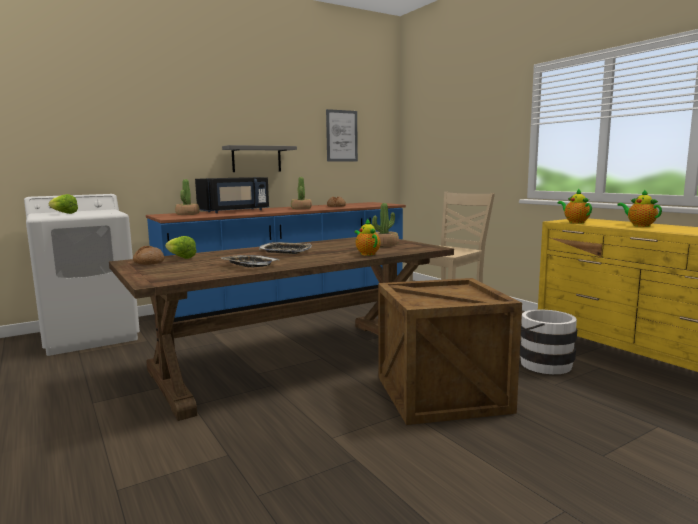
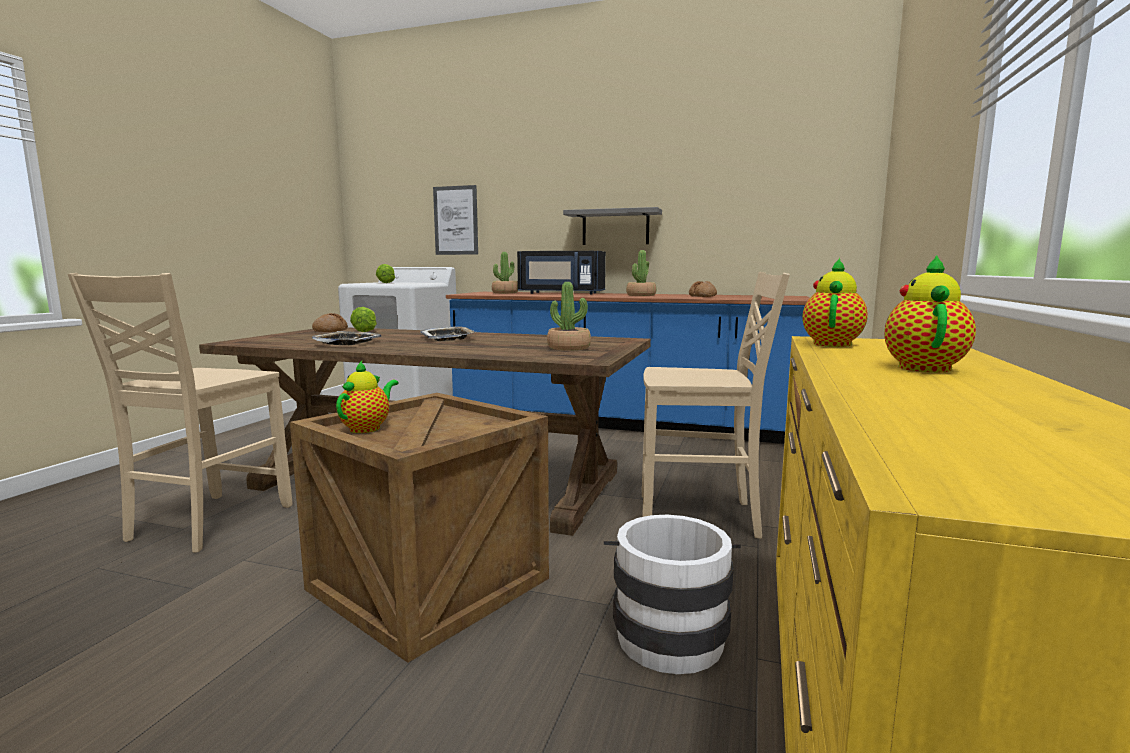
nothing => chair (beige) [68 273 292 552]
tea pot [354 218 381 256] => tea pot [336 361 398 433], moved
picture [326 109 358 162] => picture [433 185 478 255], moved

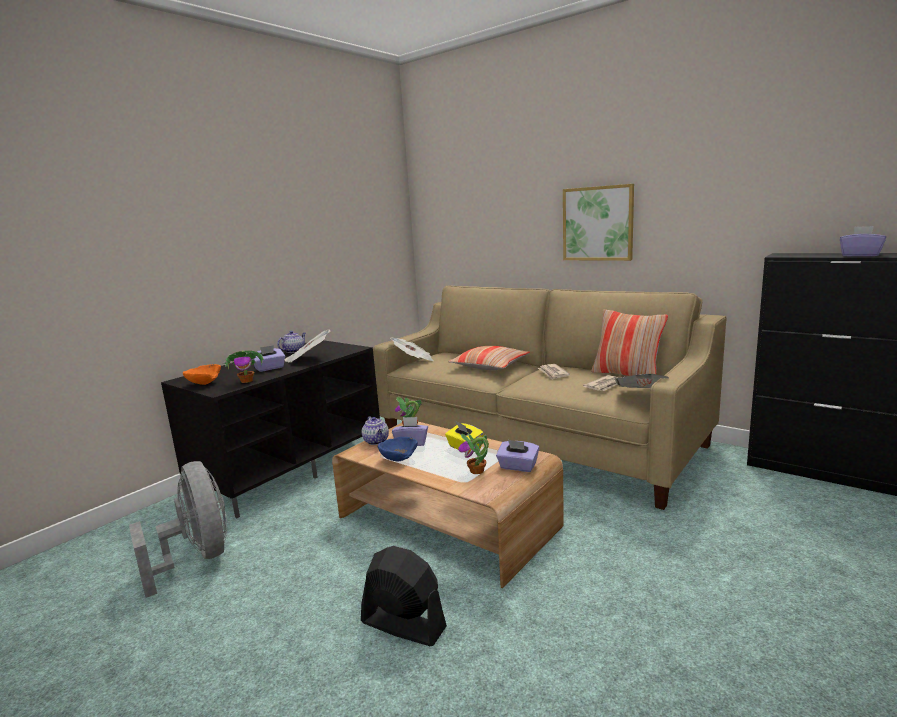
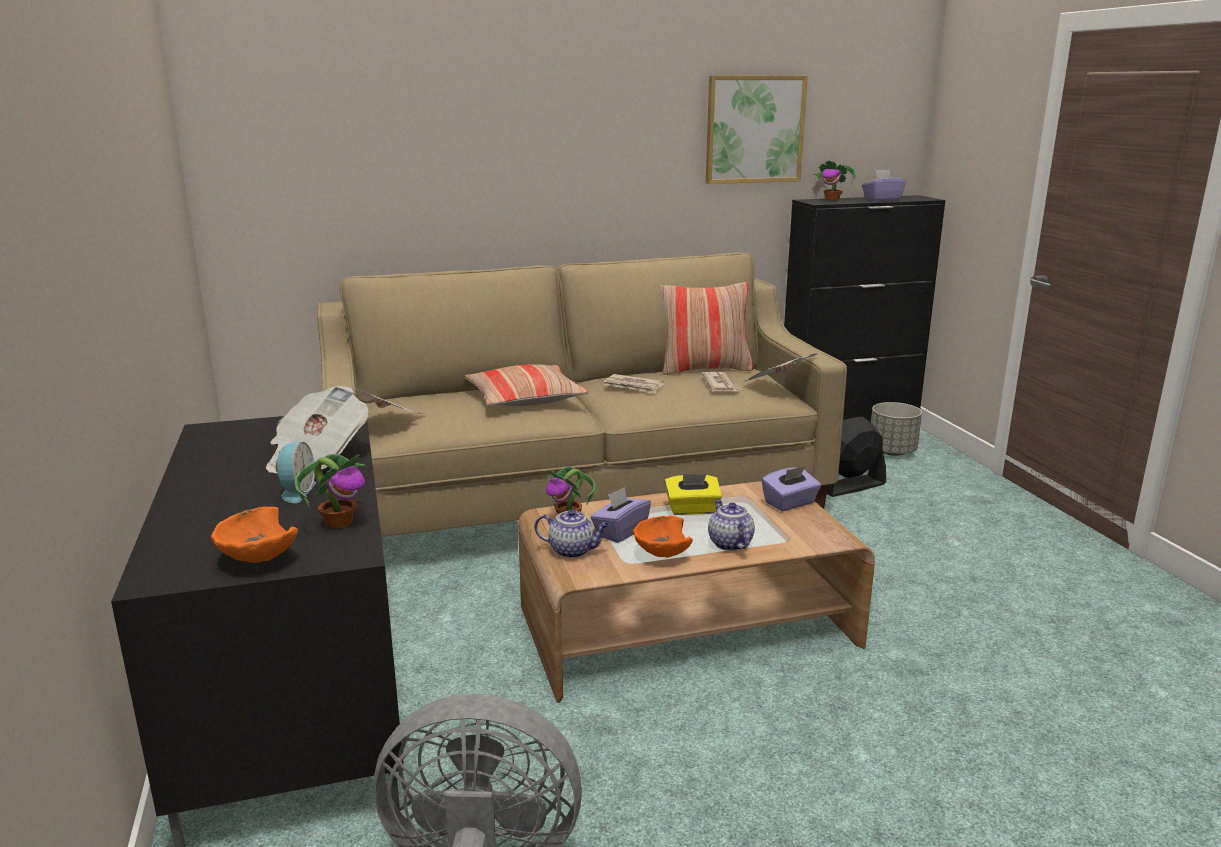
box of tissues (purple-coloured) [253 345 285 372] => bedside clock [276 441 316 503]
deep dish (blue) [378 437 418 462] => deep dish (orange) [633 516 693 558]
picture [563 184 634 261] => picture [706 75 808 184], moved
tea pot [277 331 306 353] => tea pot [708 499 755 551], moved
plant in a pot [458 433 489 474] => plant in a pot [813 161 857 201], moved
fan (blackish) [361 546 447 646] => fan (blackish) [827 417 886 497], moved
nothing => plant pot (gray) [871 402 922 456]

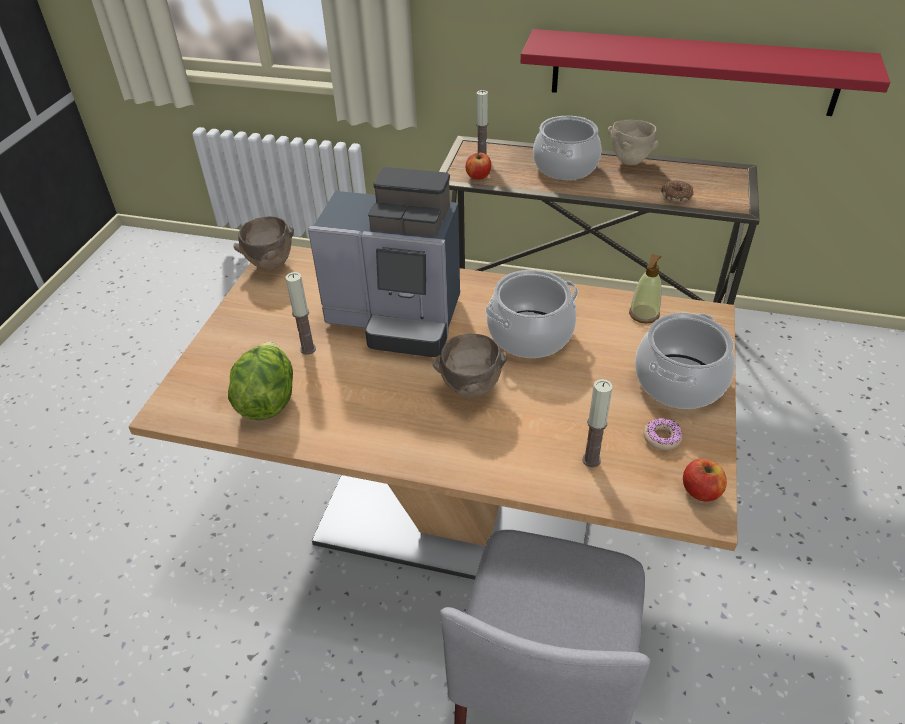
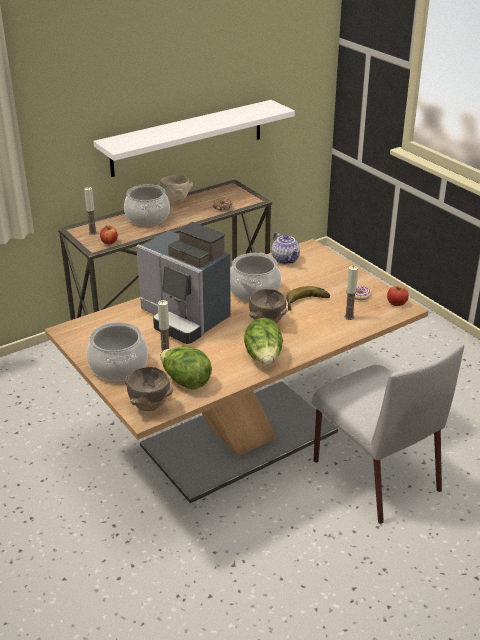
saucepot [635 313 735 409] => saucepot [87 322 148 381], moved
bracket shelf (red) [521 29 890 116] => bracket shelf (white) [93 100 295 177]
deep dish (brown) [233 217 294 271] => deep dish (brown) [125 366 173 411], moved
coffee brewer [308 167 460 357] => coffee brewer [136 222 231 344], 75 degrees clockwise
nothing => lettuce head [244 318 283 364]
liquid soap bottle [629 254 662 323] => tea pot [271 232 300 264]
nothing => banana [286 286 330 311]

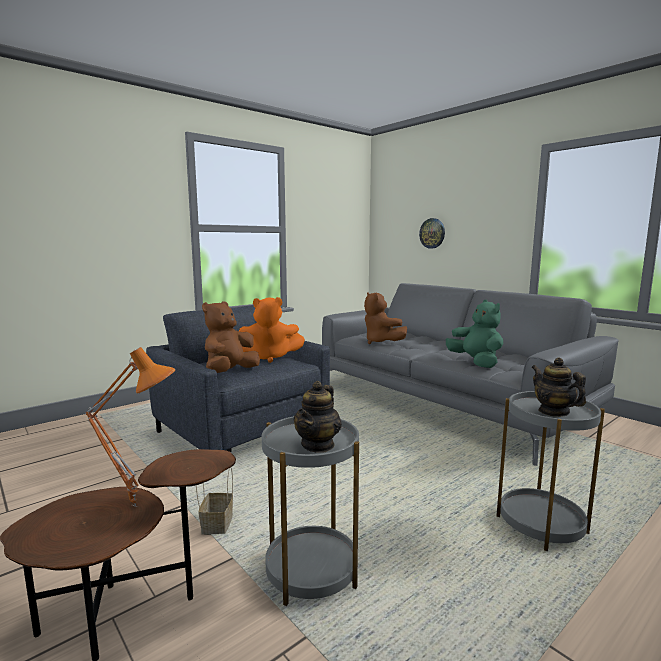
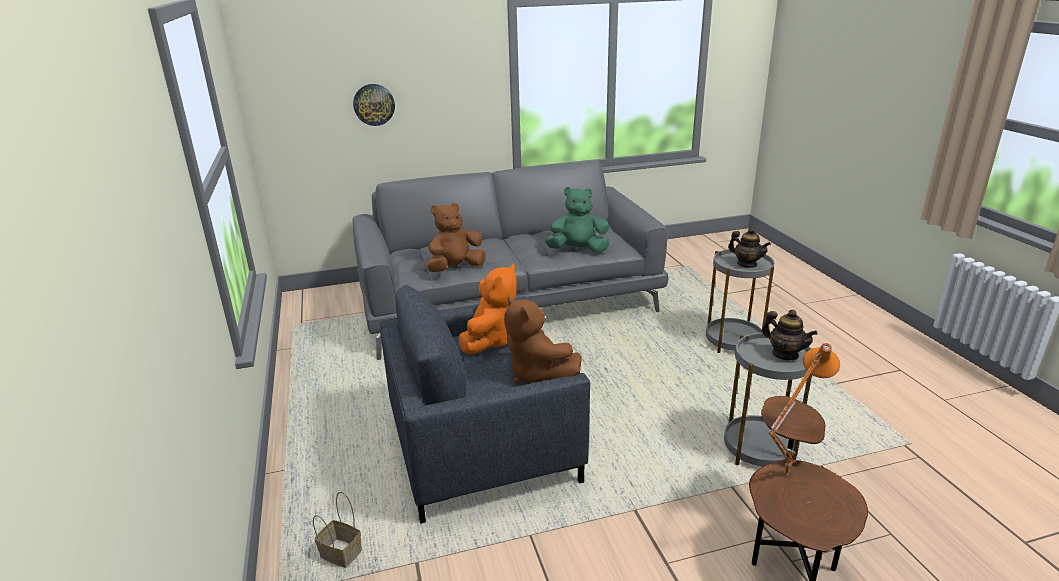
storage basket [196 468 233 535] => storage basket [313 492 362 568], moved
cuddly toy (brown) [364 292 407 344] => cuddly toy (brown) [427 203 486 272], 150 degrees clockwise
tea pot [531 357 586 417] => tea pot [728 228 771 268], 135 degrees counterclockwise

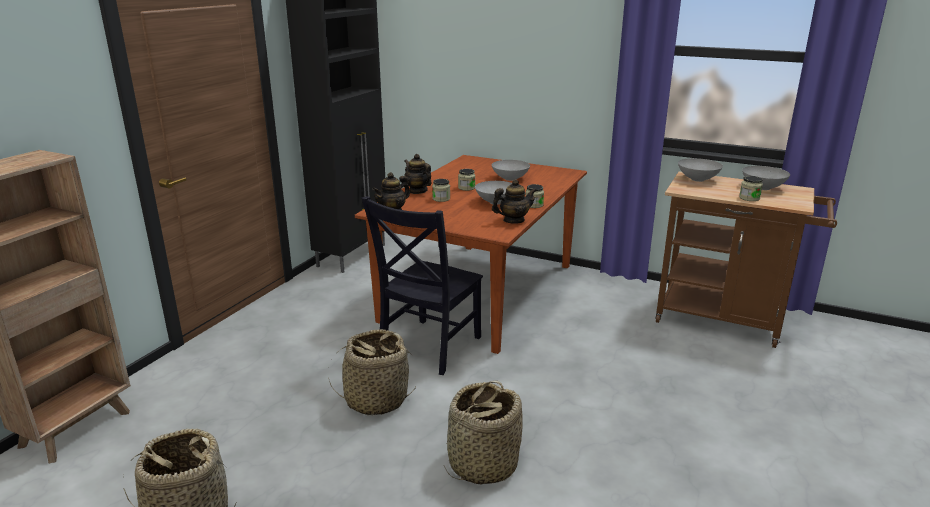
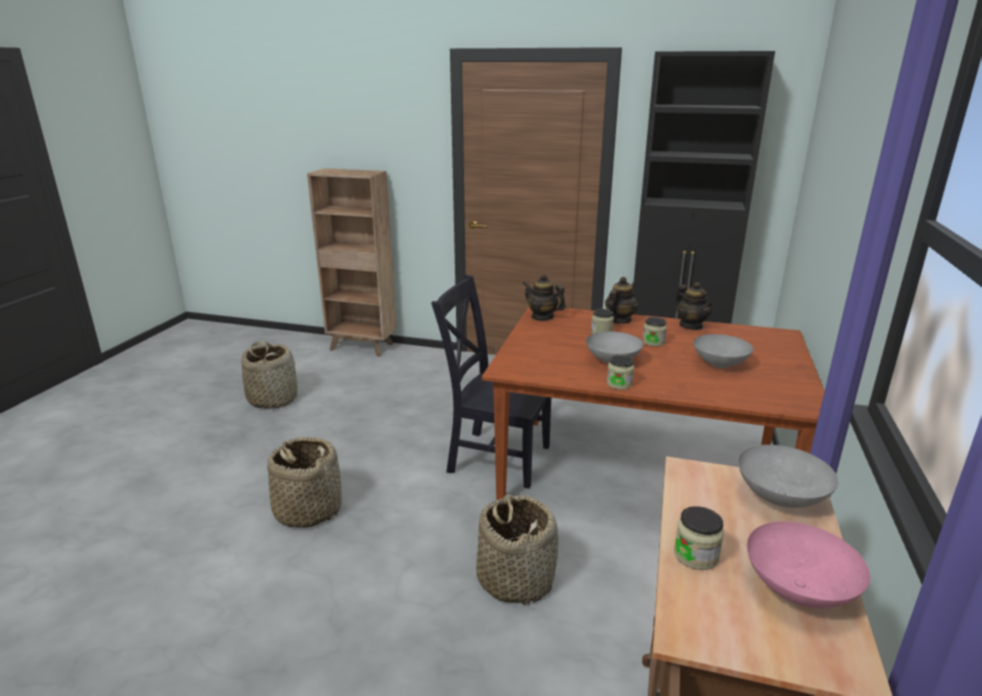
storage basket [328 329 417 416] => storage basket [476 495 558 605], moved
tea pot [492 179 537 224] => tea pot [674 282 715 330], moved
deep dish (gray) [742 166 790 190] => deep dish (pinkish) [747 521 870 608]

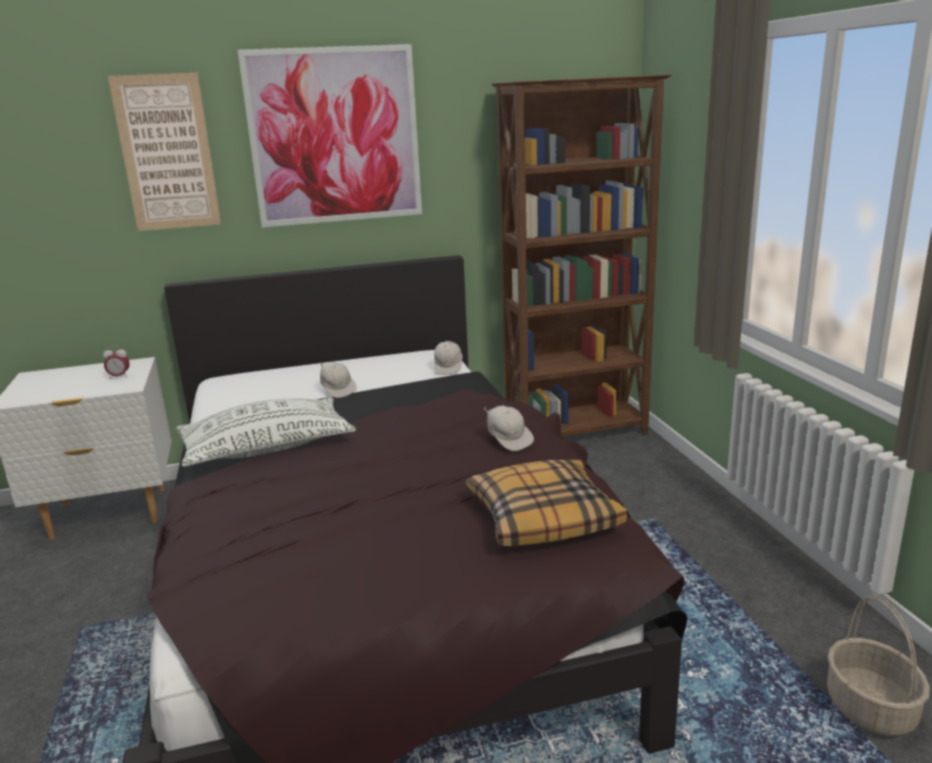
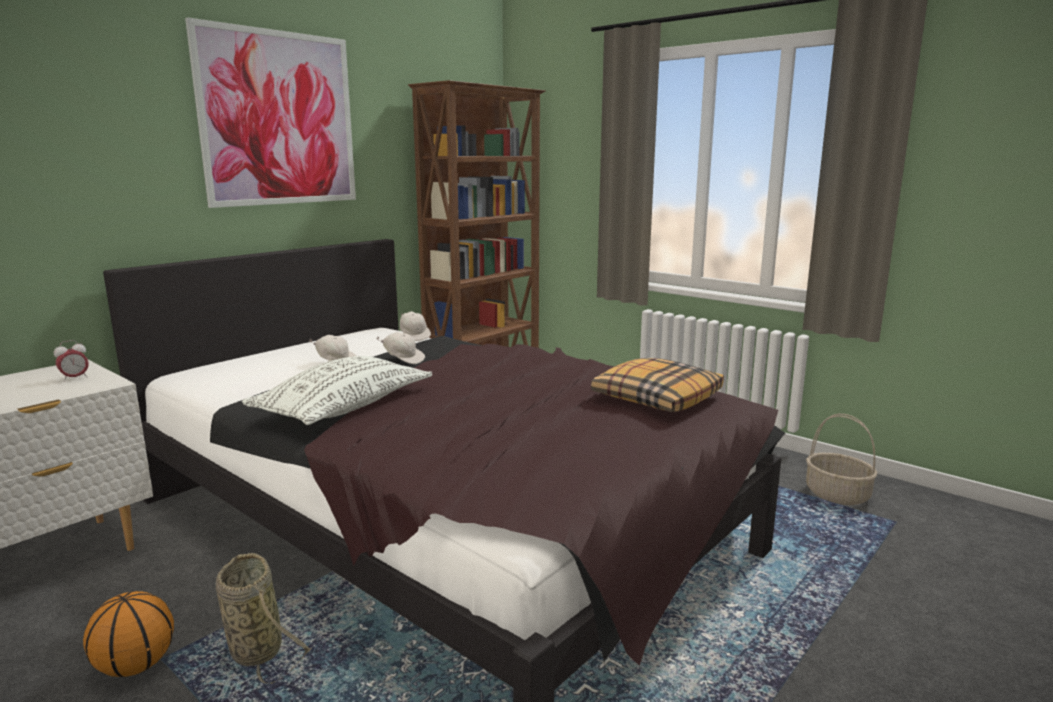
nothing => basketball [83 591 174 677]
nothing => storage basket [216 553 311 684]
baseball cap (white) [483 405 534 451] => baseball cap (white) [377 332 425 364], moved
picture [108 73 221 231] => nothing

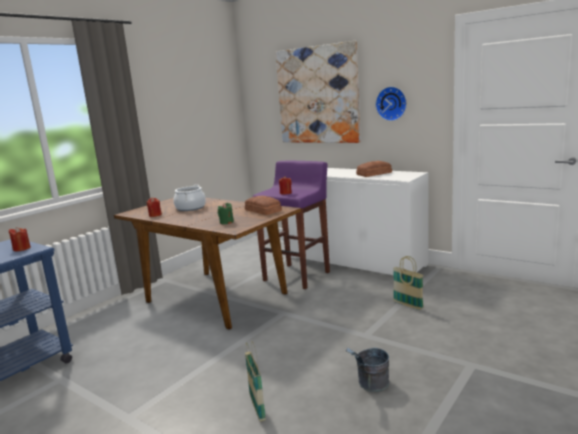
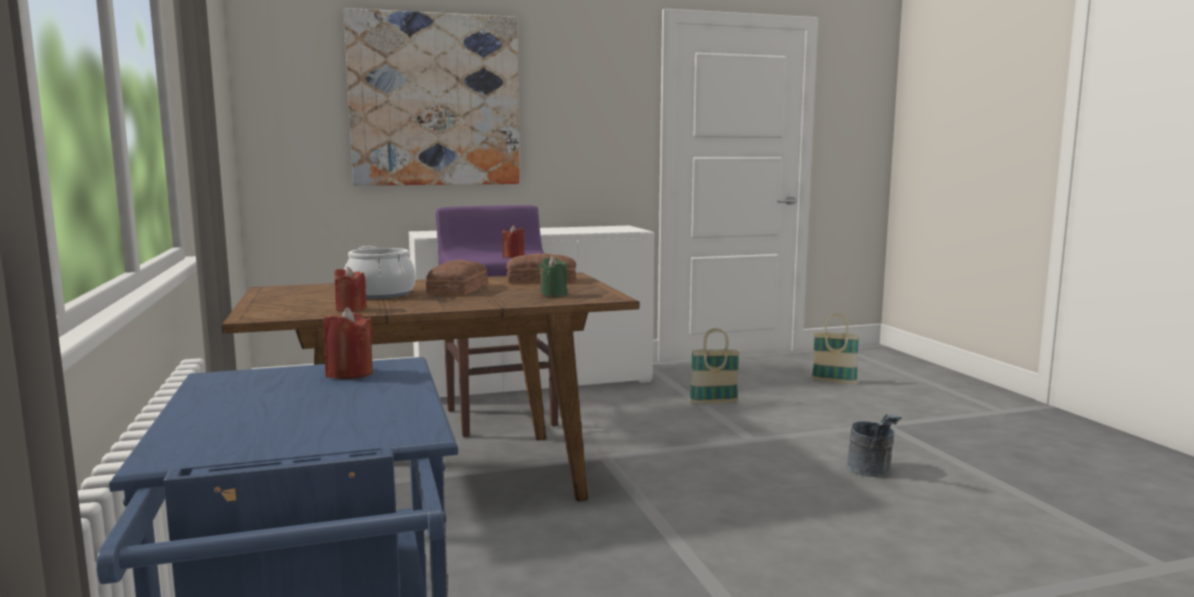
baked bread [356 161 392 177] => baked bread [426 260 488 295], moved
storage basket [245 341 266 422] => storage basket [811 313 860 384], moved
wall clock [375 86 407 121] => nothing

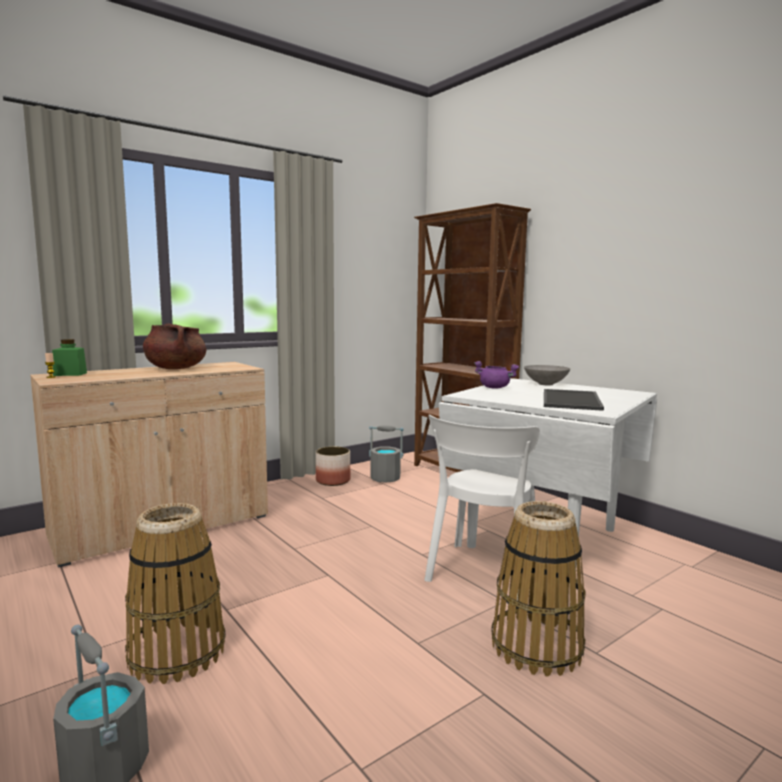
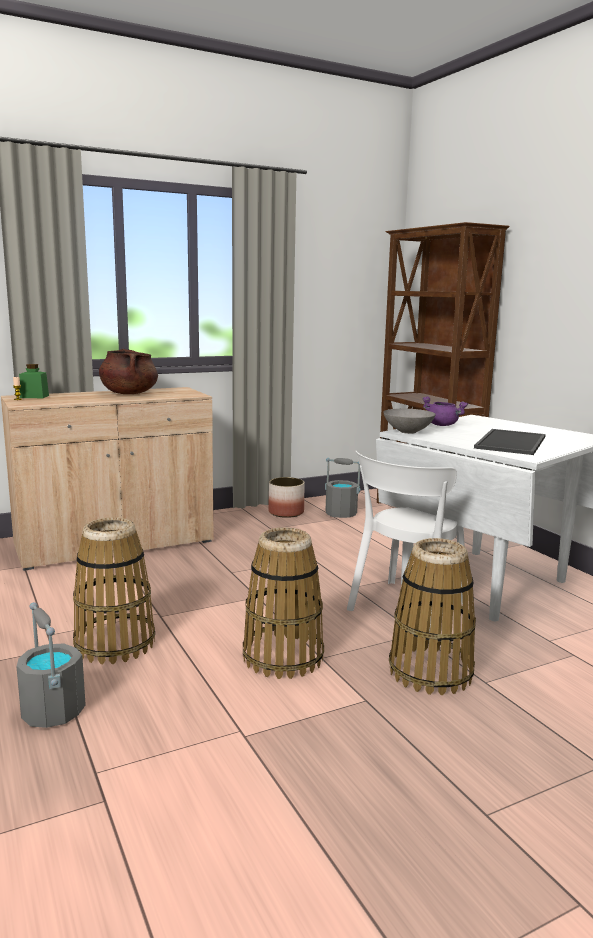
nothing => storage basket [243 527 324 679]
deep dish (gray) [524 365 570 385] => deep dish (gray) [383 409 436 434], moved

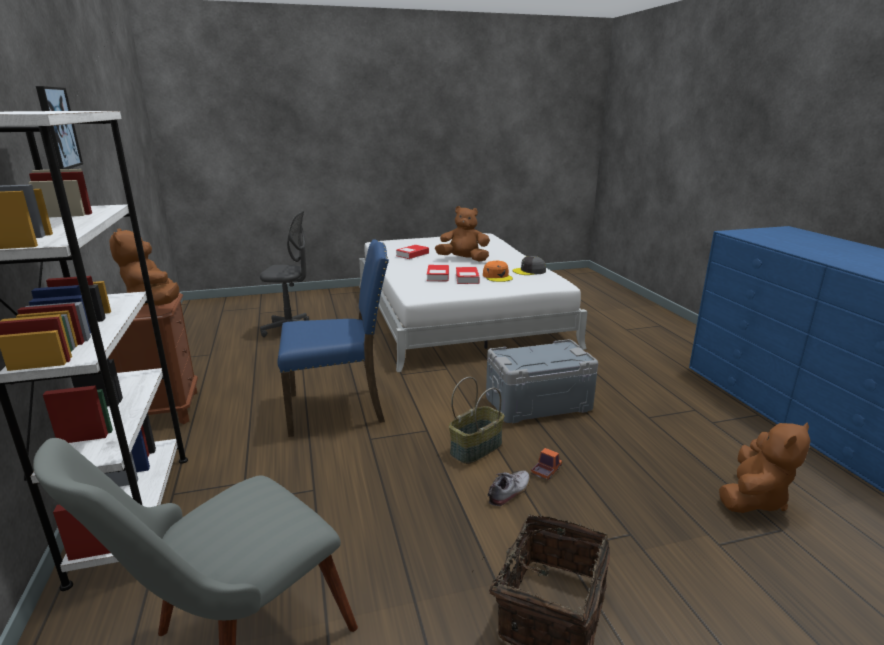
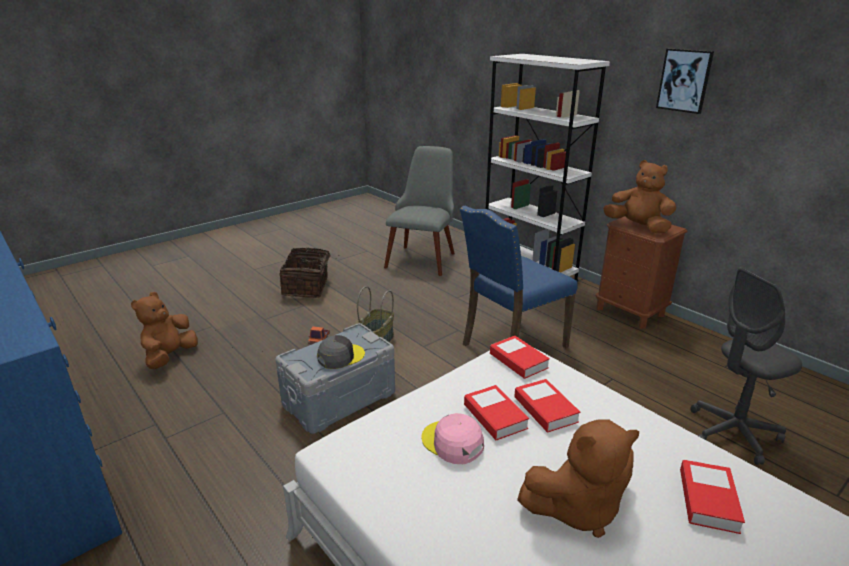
baseball cap (gray) [512 256 546 275] => baseball cap (gray) [317 335 365 369], moved
baseball cap (orange) [483 261 513 282] => baseball cap (pinkish) [422 413 484 464]
nothing => bound book [490 336 550 379]
shoe [488 470 530 506] => nothing

